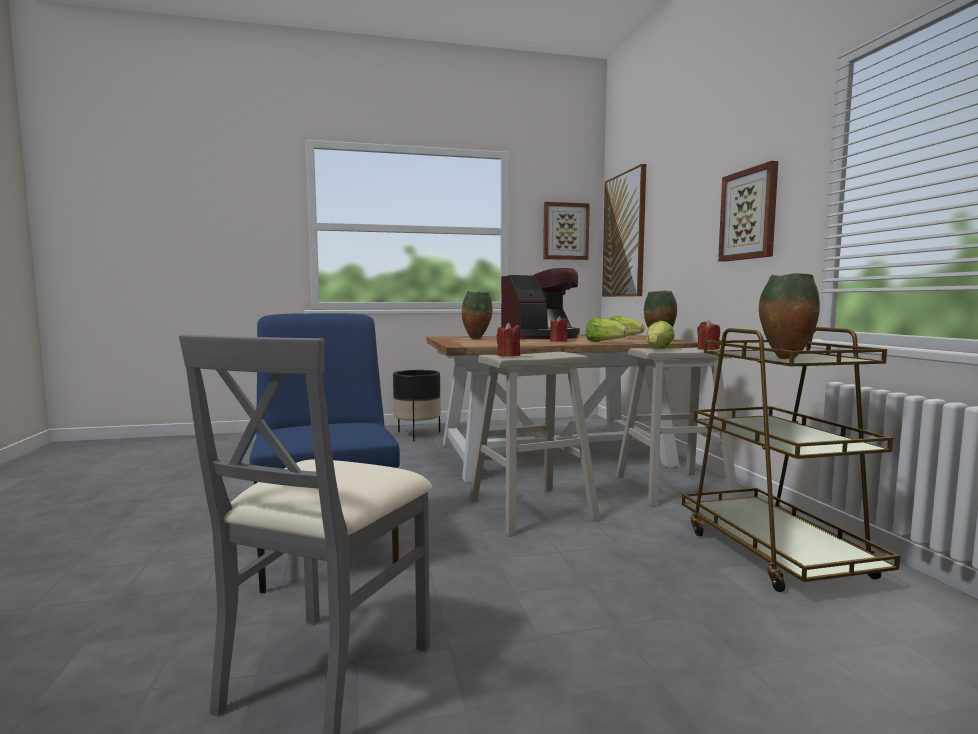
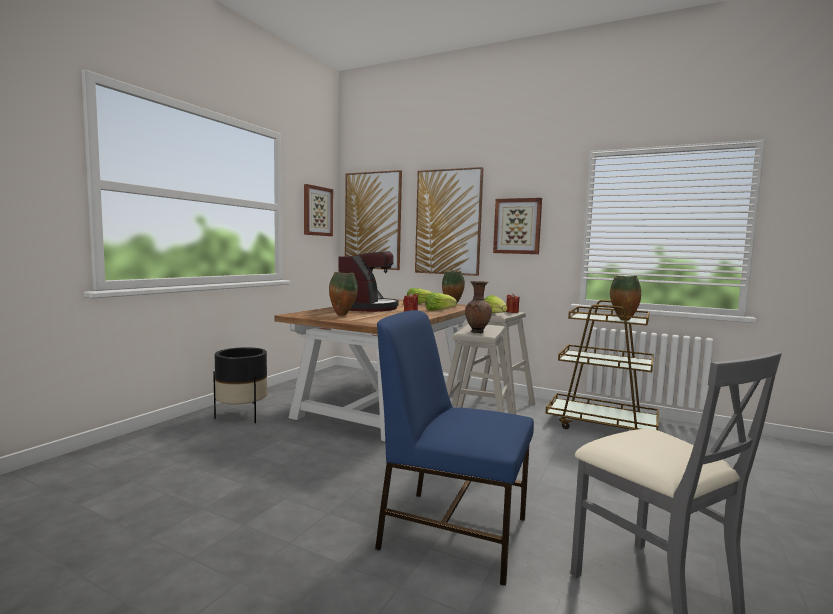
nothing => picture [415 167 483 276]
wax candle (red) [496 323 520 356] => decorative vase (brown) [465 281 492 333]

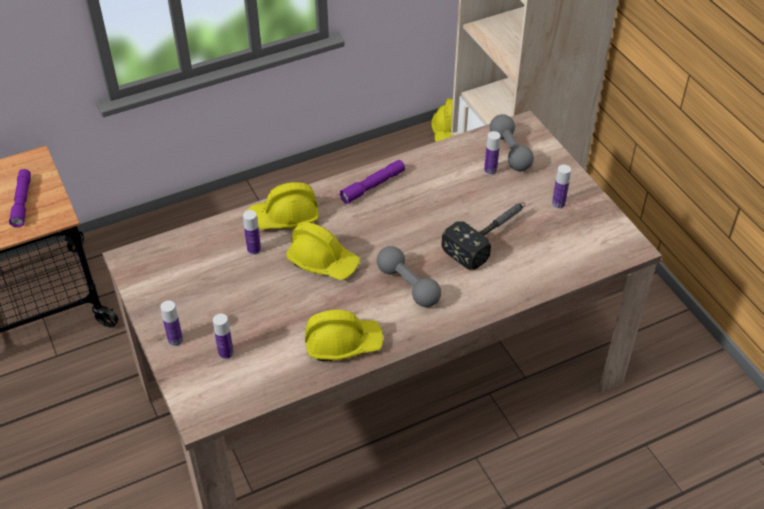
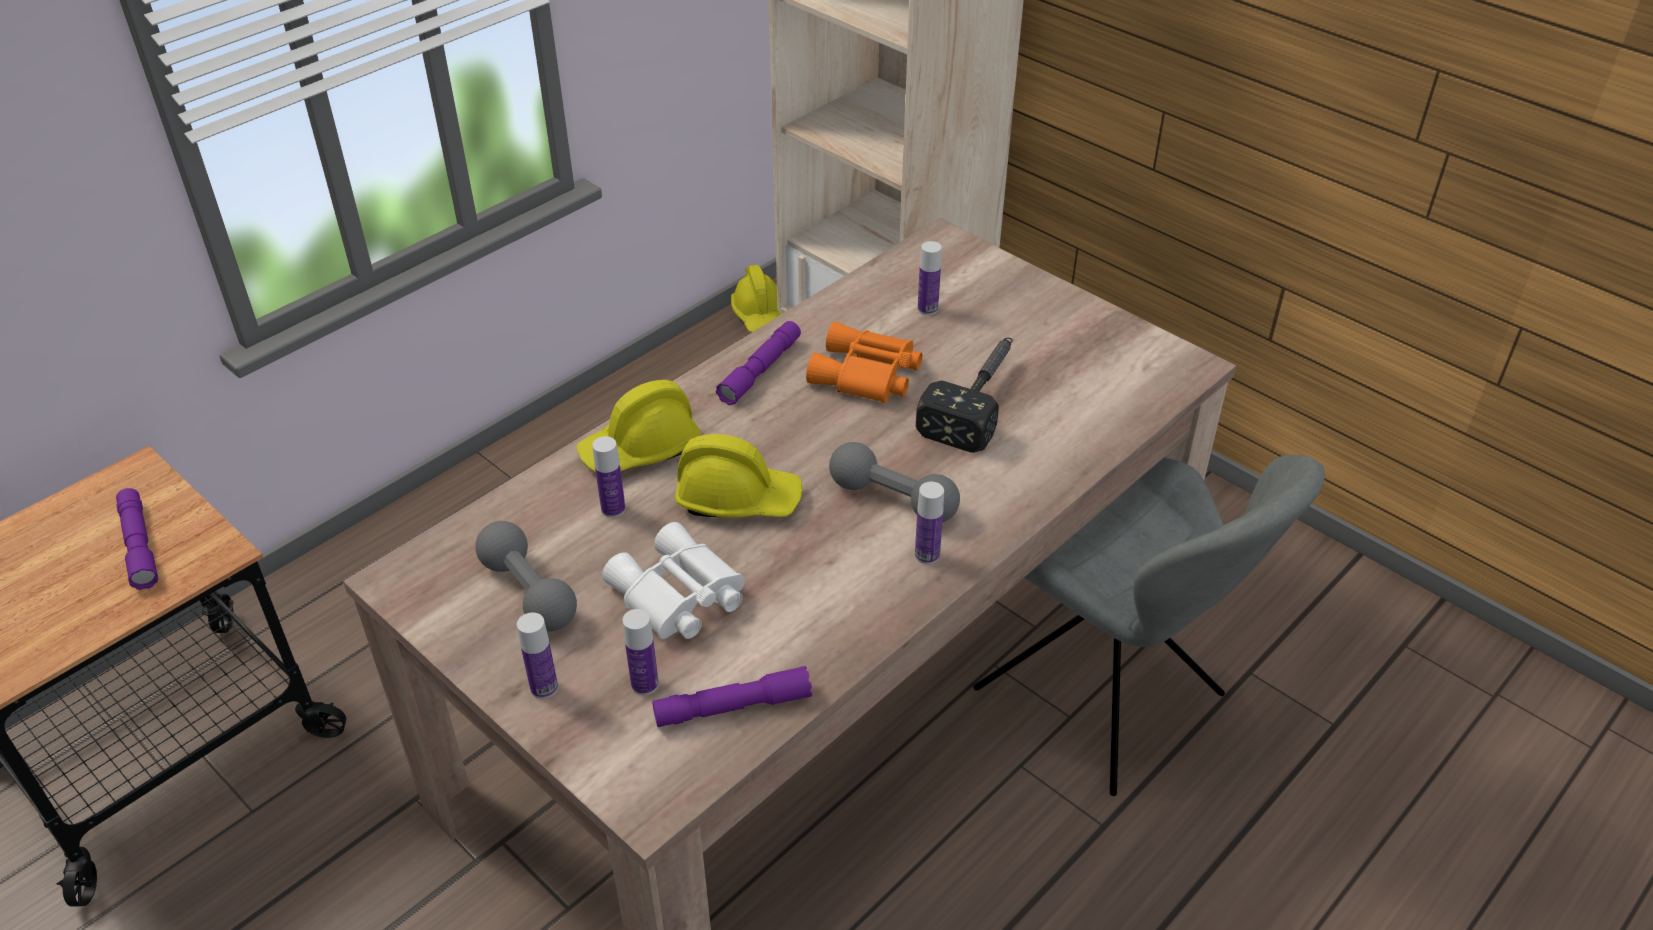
hand weight (gray) [490 114 534 171] => hand weight (gray) [475 521 577 631], moved
nothing => field glasses (white) [602 522 744 639]
nothing => hand torch (purple-coloured) [653 666 812 727]
nothing => field glasses (orange) [806 322 922 403]
beverage bottle [552 165 571 209] => beverage bottle [915 482 944 564], moved
nothing => chair (gray) [973 455 1325 796]
work helmet (yellow) [305 310 383 361] => nothing

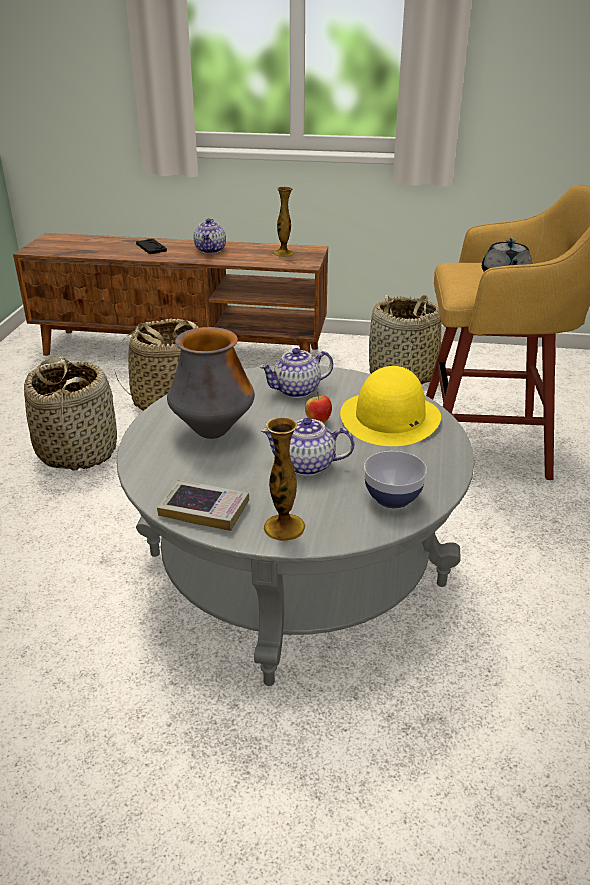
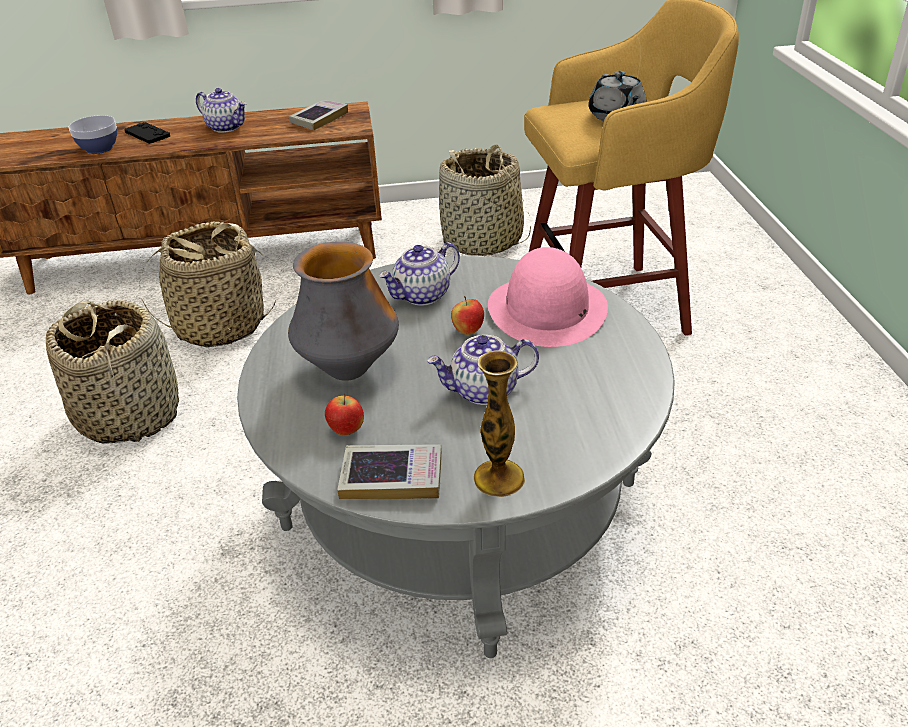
deep dish [364 451 427 508] => deep dish [69 115 117 154], moved
tea pot [193 219 226 254] => tea pot [196 88 247 133], 45 degrees counterclockwise
decorative vase [272 187 294 257] => bound book [289 100 348 130]
nothing => apple fruit [325 393 364 435]
wearable hat (yellow) [340 366 441 446] => wearable hat (pinkish) [488 247 608 347]

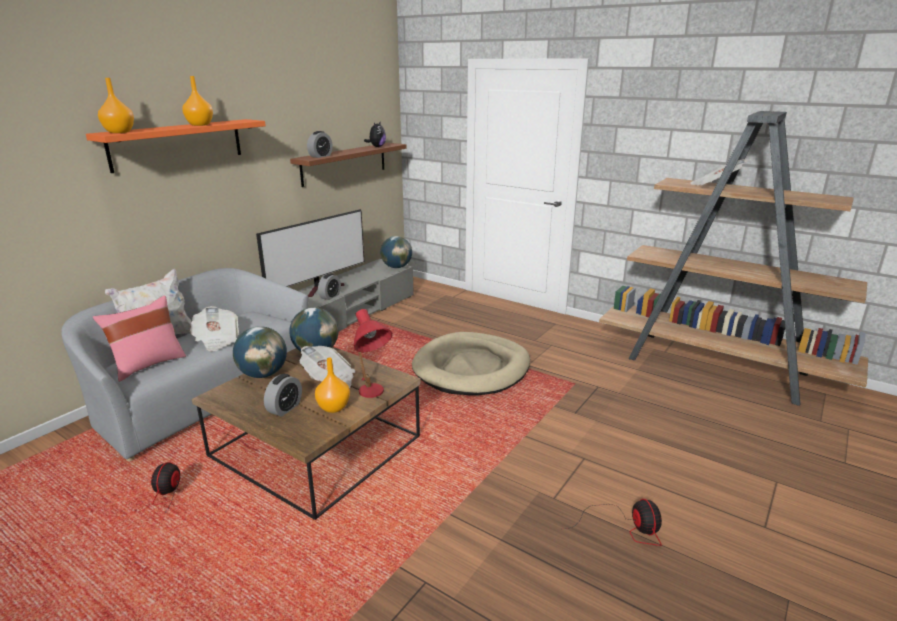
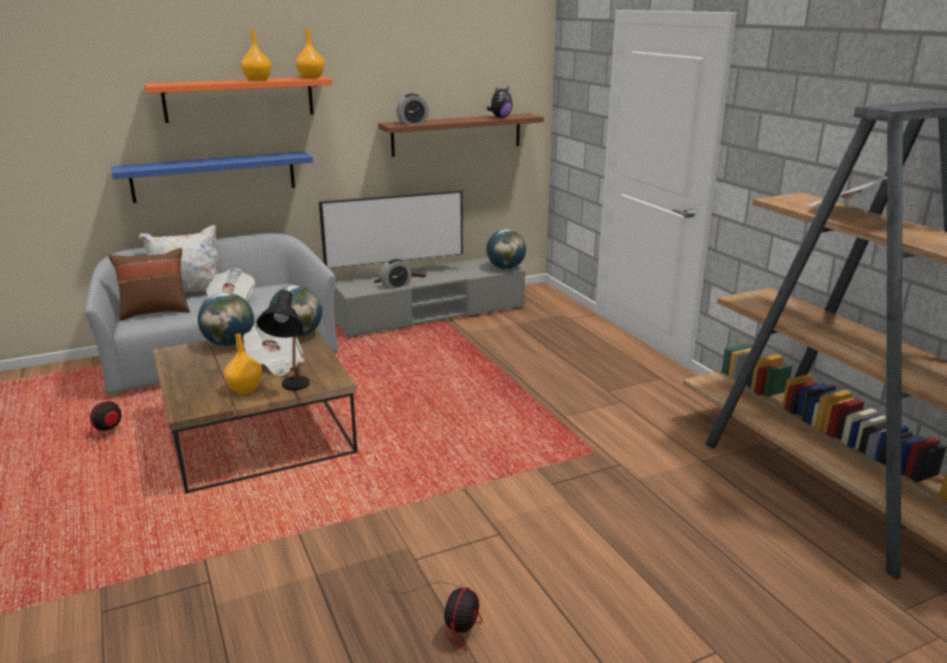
throw pillow (pinkish) [93 296 186 382] => throw pillow (brown) [108 248 190 321]
nothing => bracket shelf (blue) [111 151 313 203]
lamp for a table (red) [354 309 392 398] => lamp for a table (blackish) [257 290 310 390]
decorative vase (orange) [98 78 134 133] => decorative vase (orange) [296 29 325 79], moved
bedside clock [264 374 302 417] => nothing
pet bed (beige) [412 332 530 395] => nothing

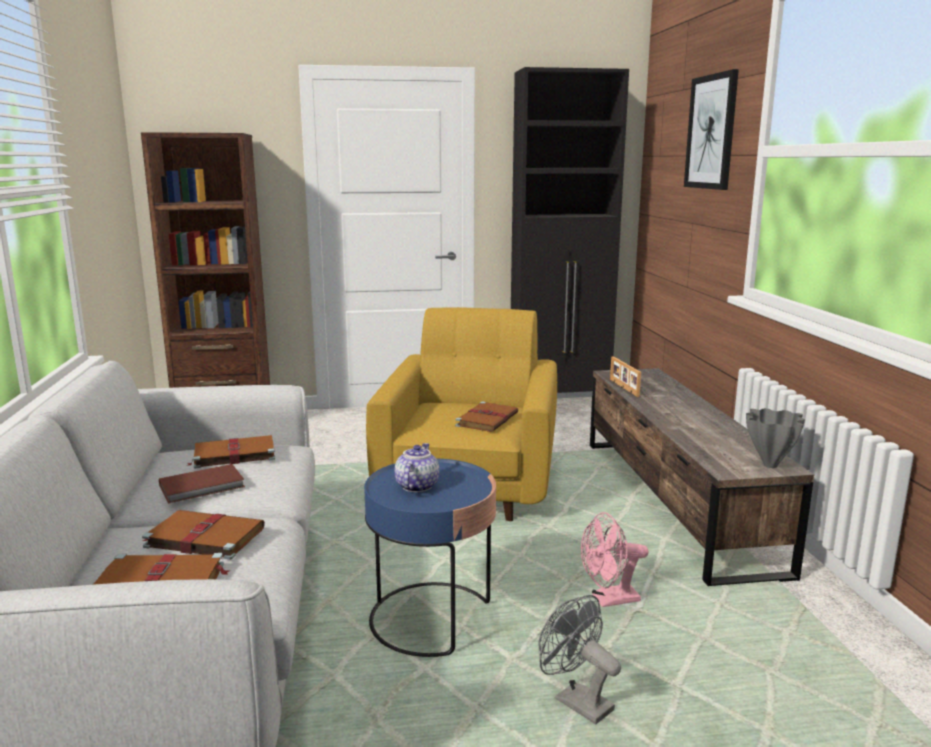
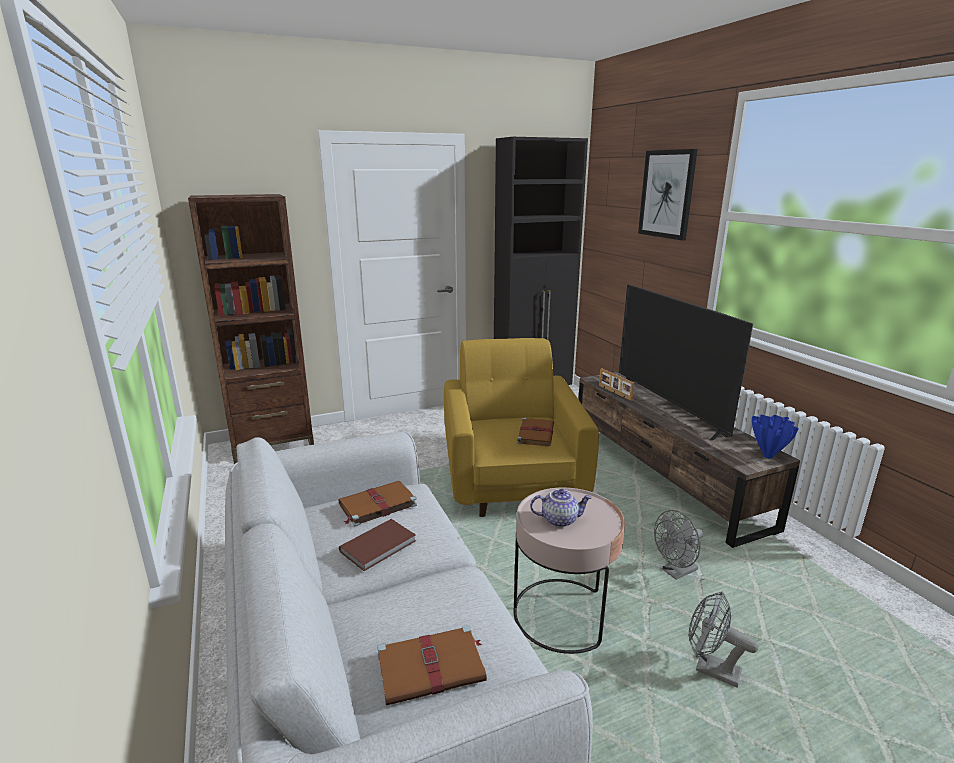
end table (blue) [364 459 496 657] => end table (pinkish) [513 487 625 654]
tea pot [395 443 439 492] => tea pot [530 489 592 527], 90 degrees clockwise
nothing => TV set [619 285 753 441]
fan (pinkish) [581 512 649 607] => fan (gray) [654 510 703 580]
decorative vase (gray) [746 408 805 468] => decorative vase (blue) [752 415 799 458]
bound book (brown) [142 510 265 560] => nothing

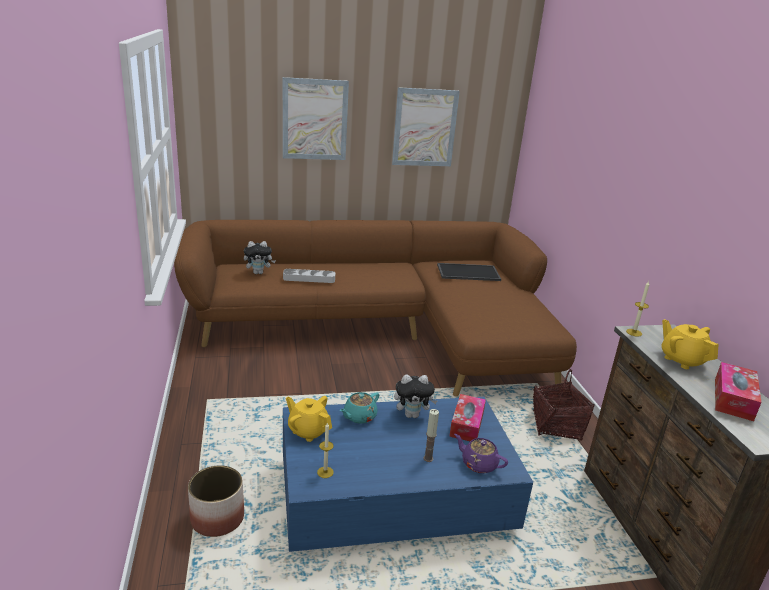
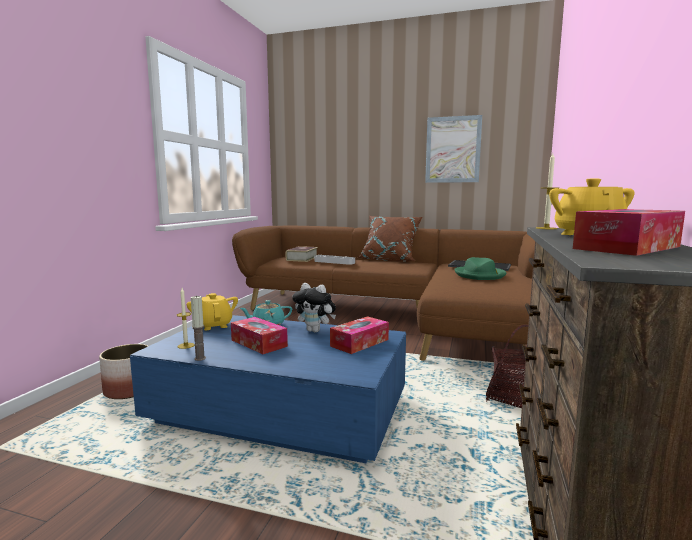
wax candle [423 409 439 462] => wax candle [191 295 206 361], moved
nothing => box of tissues [231 317 288 354]
cuddly toy [244 241 276 274] => bound book [286 246 318 262]
nothing => throw pillow (brown) [357 216 423 262]
nothing => wearable hat (green) [455 257 506 280]
picture [283 77 349 160] => nothing
tea pot (purple-coloured) [454 434 508 473] => nothing

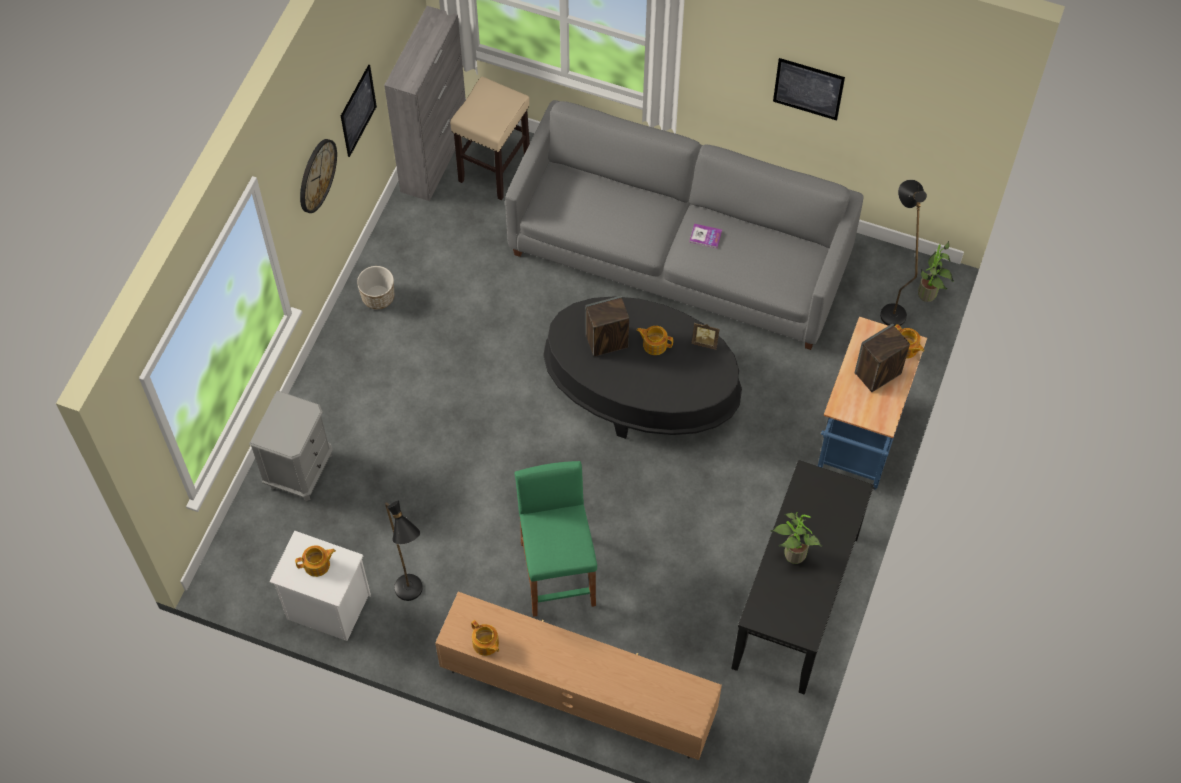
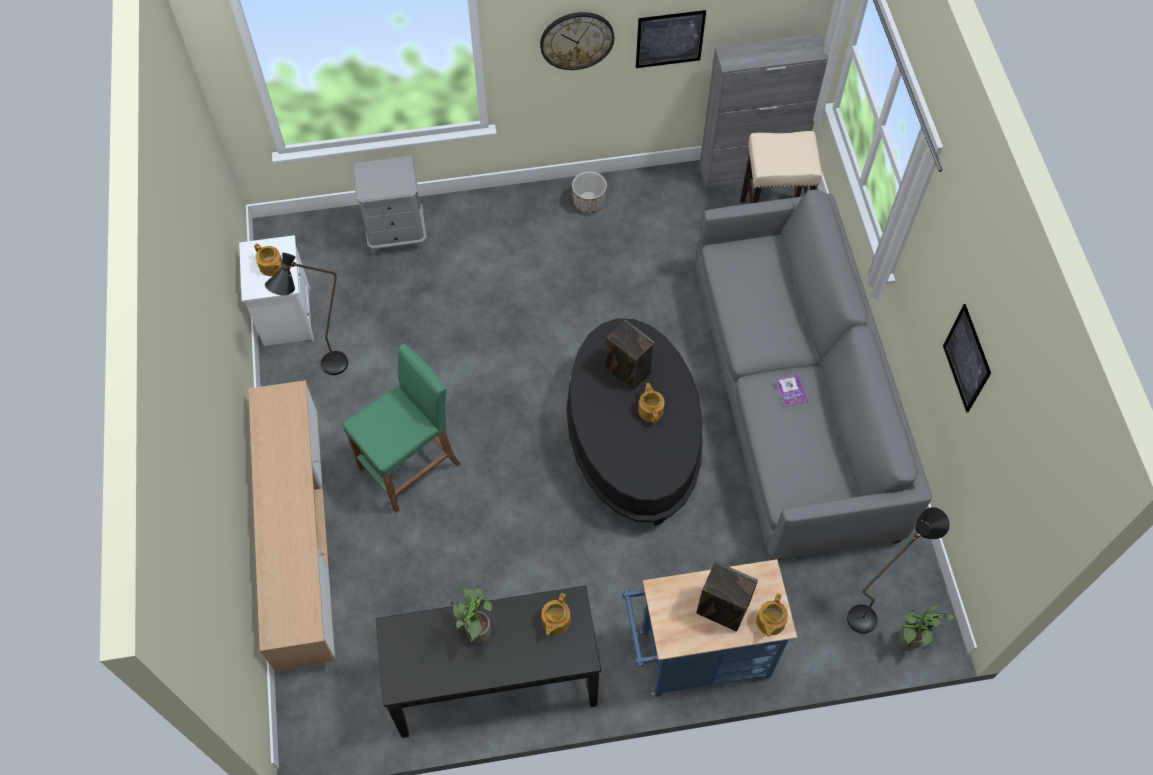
tea pot [471 620 499 656] => tea pot [541 593 571 636], moved
photo frame [692 323 720 349] => nothing

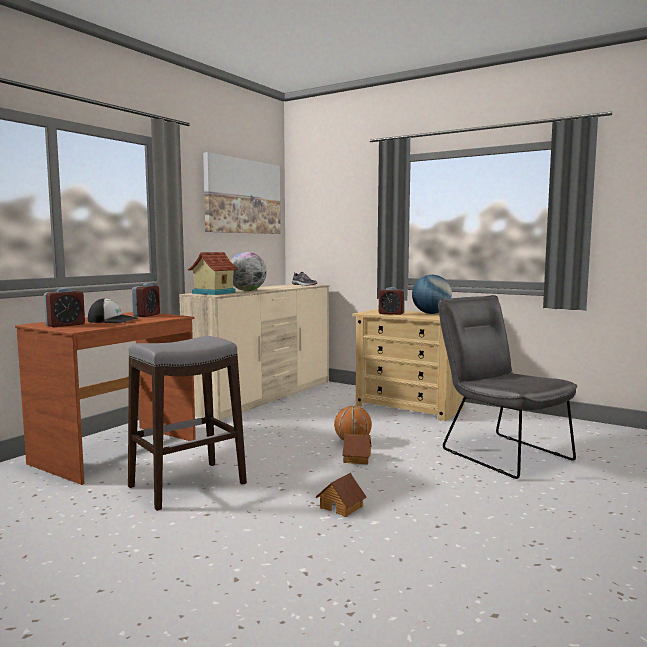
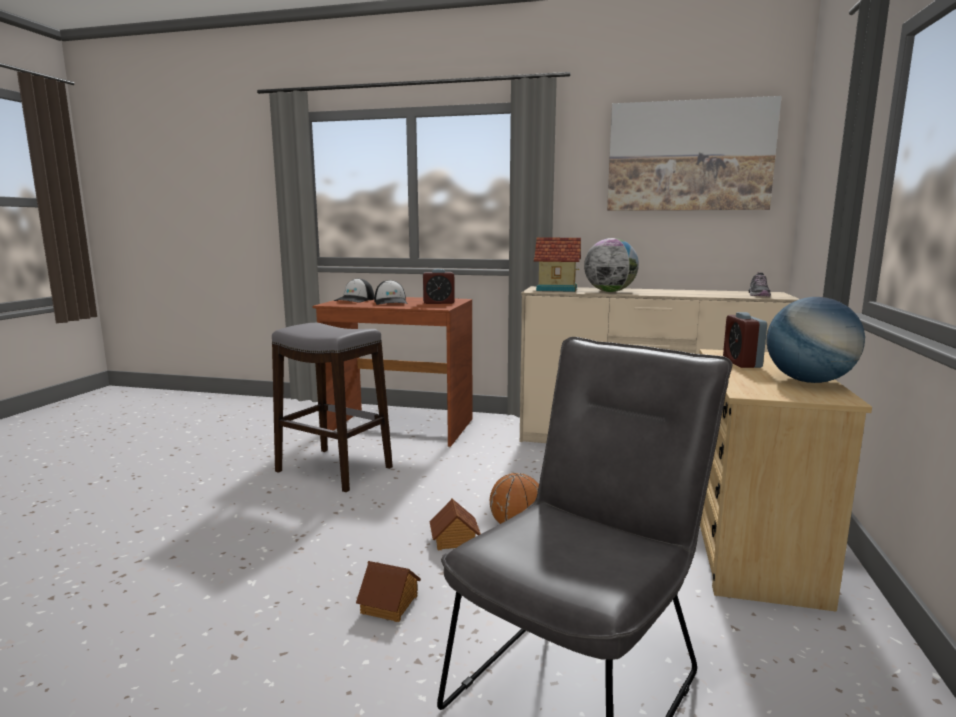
bedside clock [44 288 85 327] => baseball cap [334 278 374 303]
toy house [316 473 366 517] => toy house [356 561 421 622], moved

